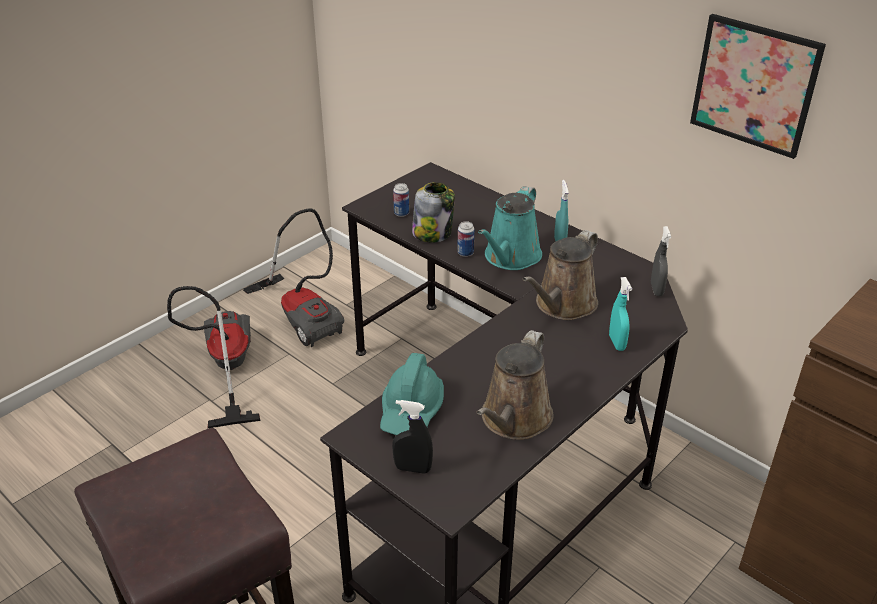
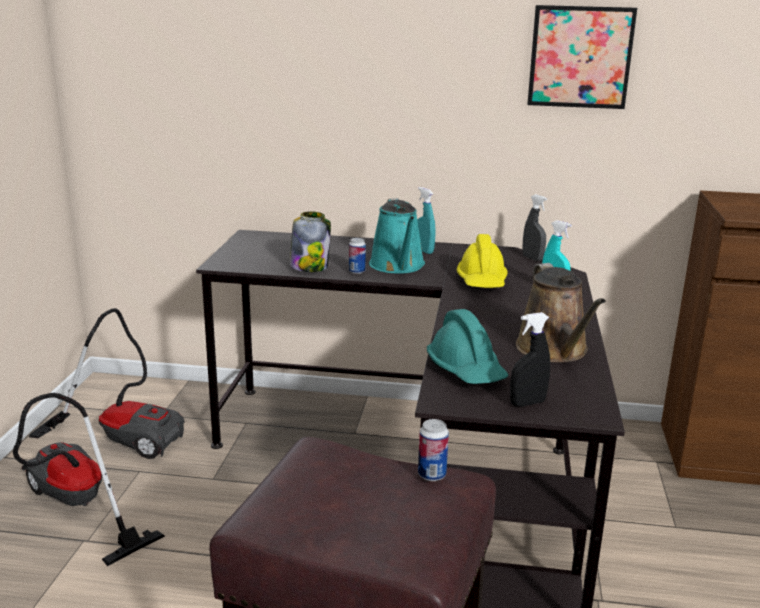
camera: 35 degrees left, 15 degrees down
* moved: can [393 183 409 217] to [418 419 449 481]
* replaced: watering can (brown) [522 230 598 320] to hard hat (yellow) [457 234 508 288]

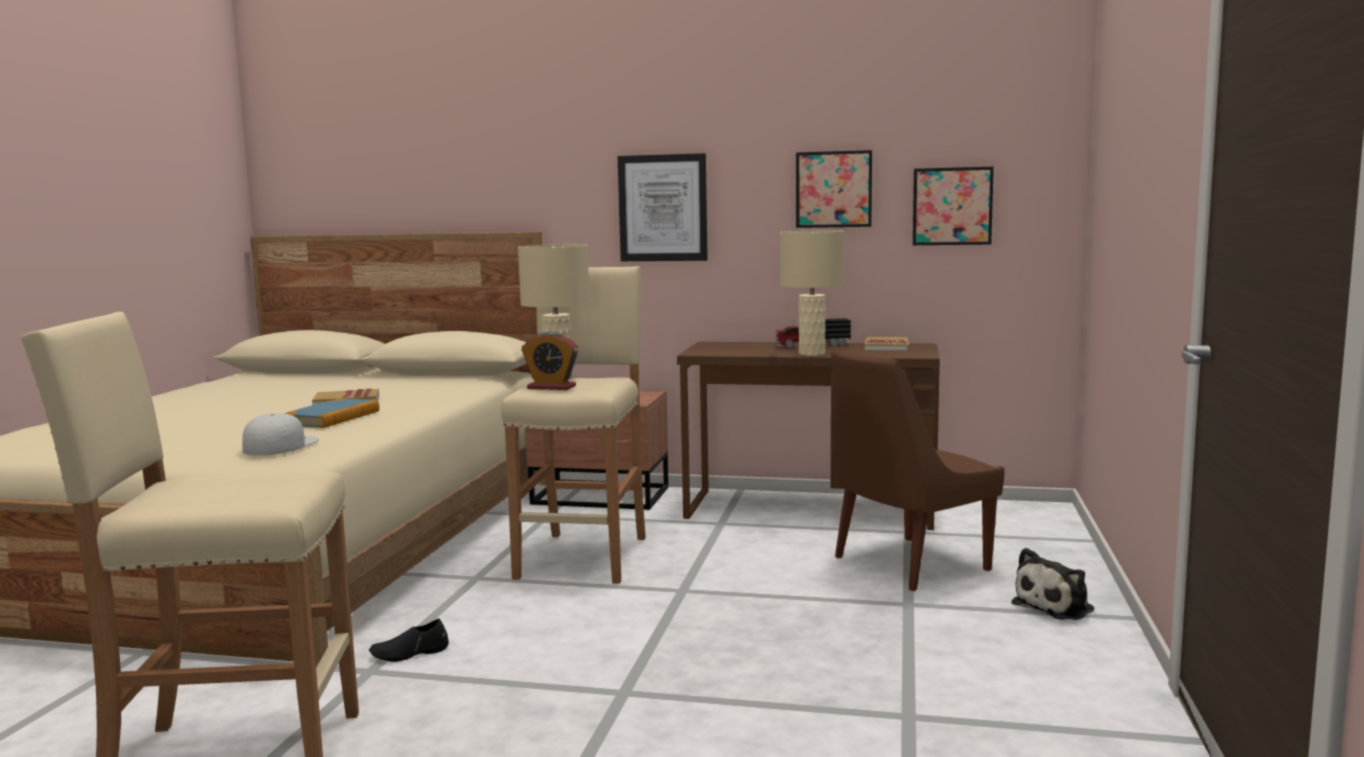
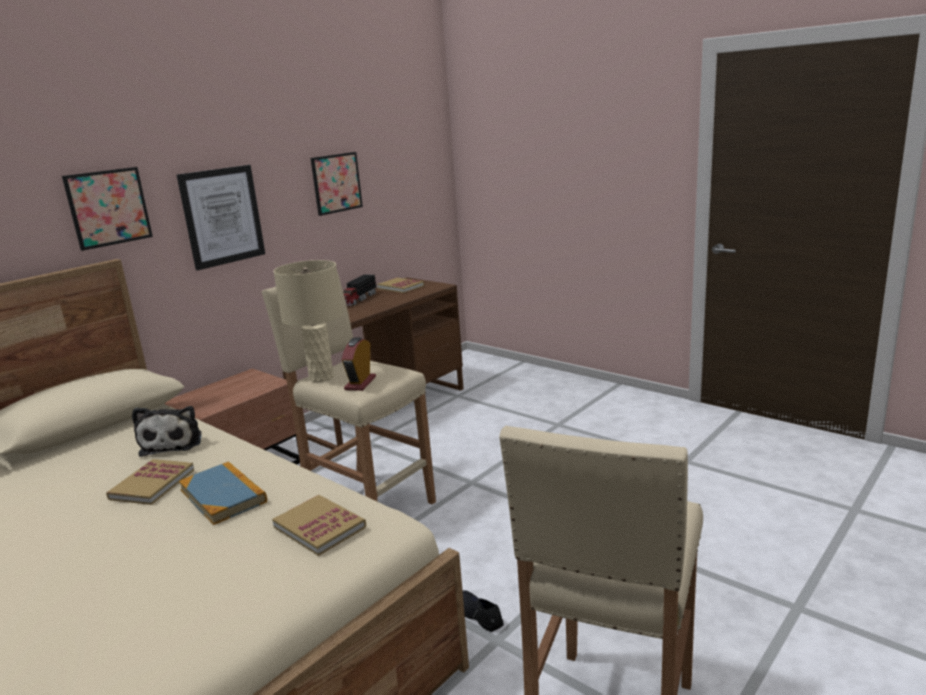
camera: 60 degrees left, 10 degrees up
* replaced: cap (white) [242 413 319 456] to book [272 495 366 556]
* turned: shoe (black) [369 618 449 662] = [463 590 504 632] 135 degrees clockwise
* turned: alarm clock [521 332 579 390] = [342 337 376 391] 150 degrees clockwise
* removed: table lamp (beige) [780 230 844 356]
* removed: chair (brown) [831 349 1005 591]
* moved: picture [913 167 994 245] to [62 167 153 251]
* moved: plush toy [1011 548 1094 620] to [132 406 202 457]

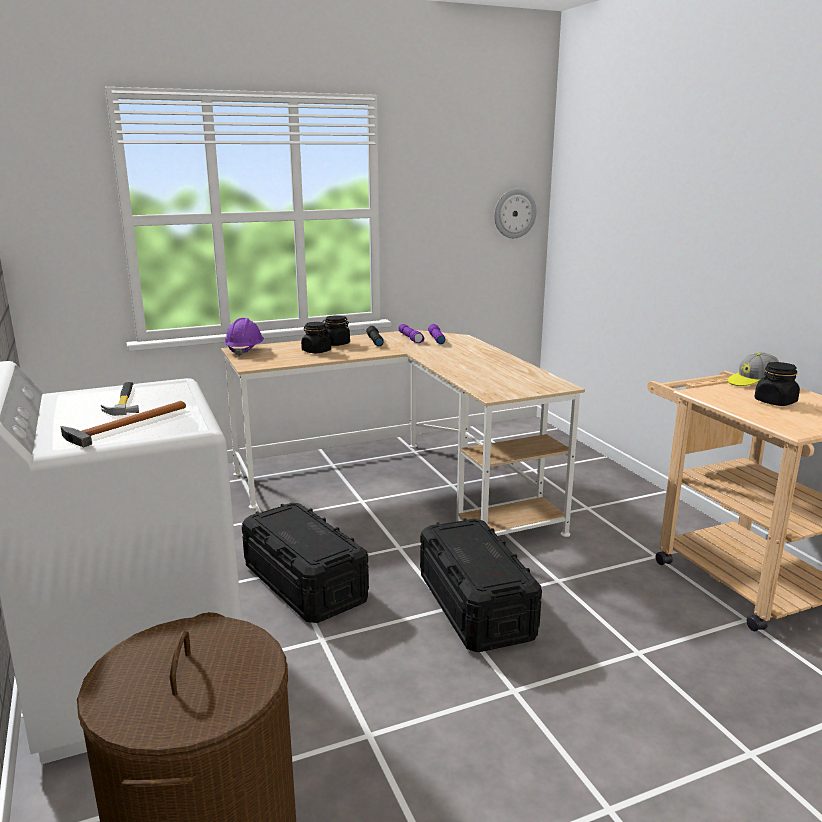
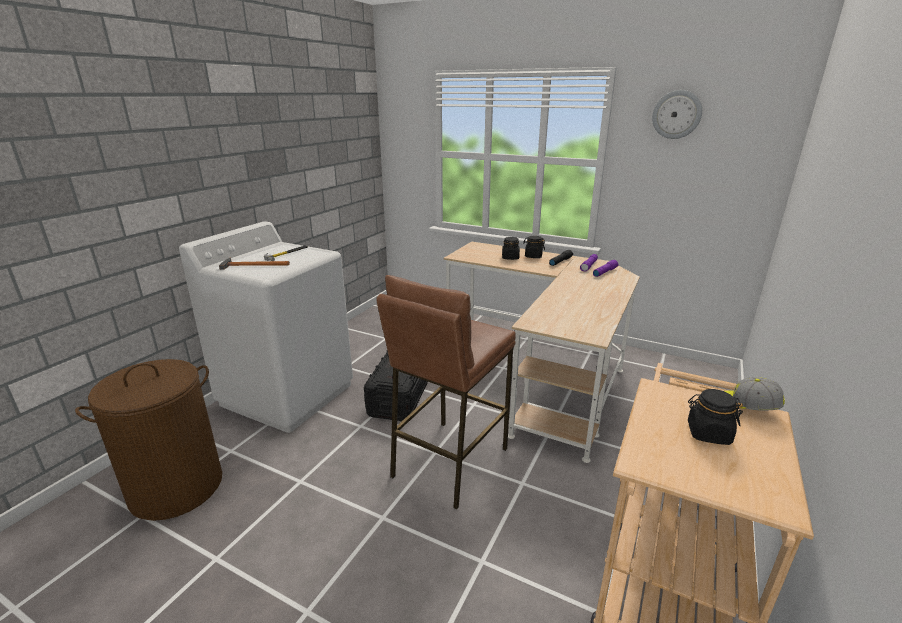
camera: 50 degrees right, 5 degrees up
* removed: hard hat (purple) [224 318 264 357]
* replaced: storage box (black) [420 518 542 652] to stool (brown) [376 275 516 510]
* moved: wall clock [494 189 536 238] to [652 90 702 139]

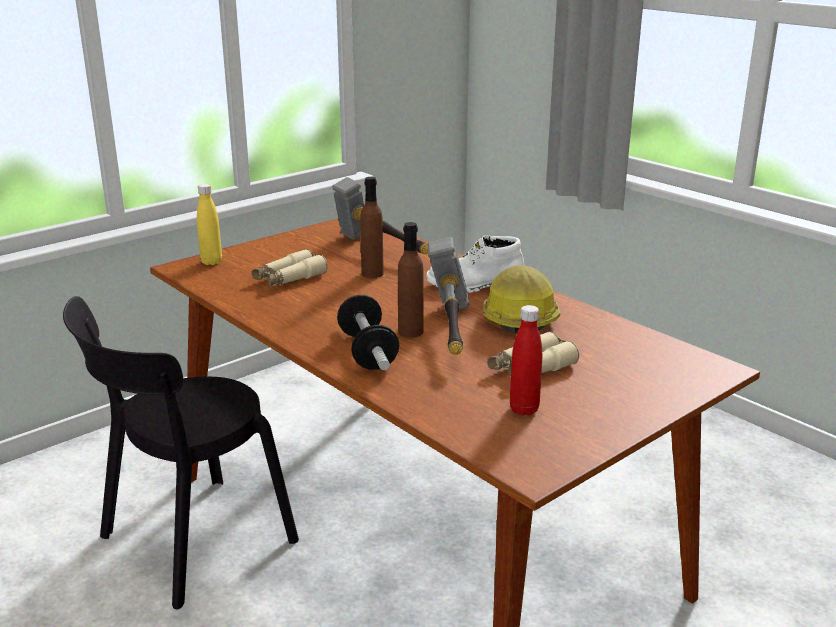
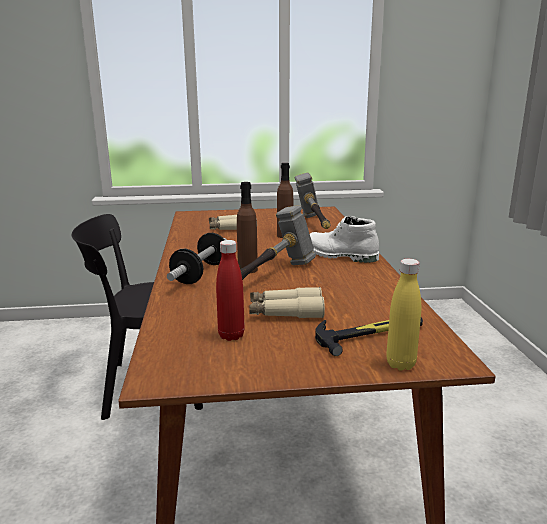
camera: 35 degrees right, 5 degrees down
* moved: bottle (yellow) [197 184 222 265] to [386 259 421 371]
* removed: hard hat [483 265 560 334]
* added: hammer [315 317 423 356]

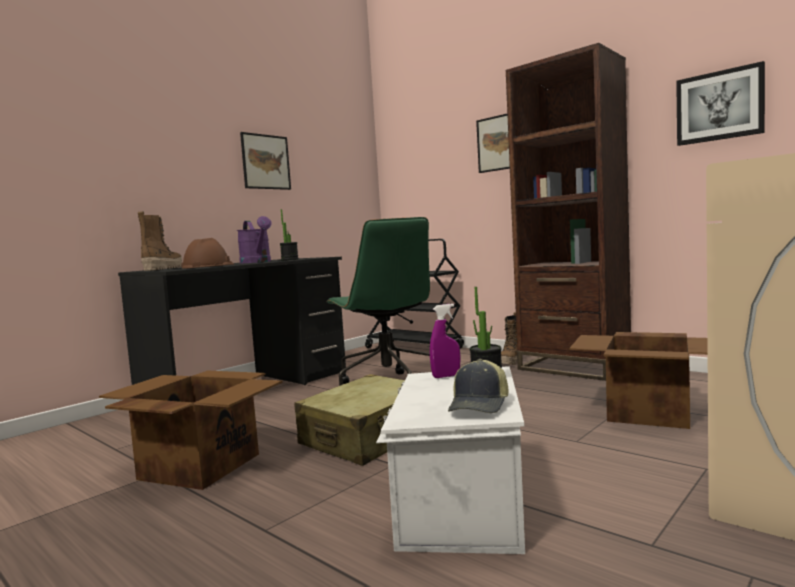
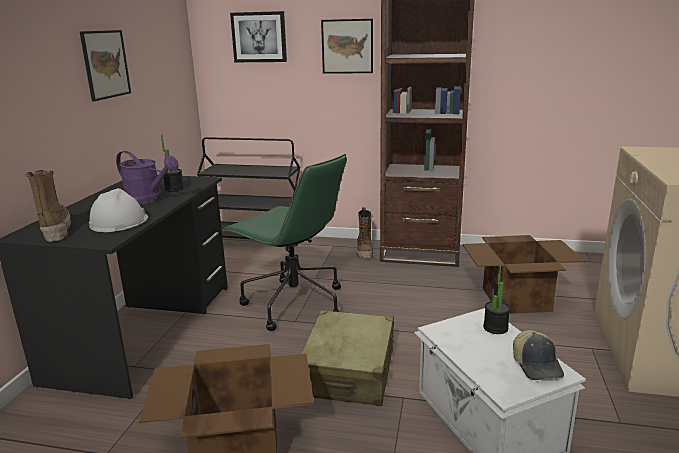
camera: 30 degrees left, 15 degrees up
* recoloured: hard hat (brown) [181 238 235 269] to hard hat (white) [89 188 148 232]
* removed: spray bottle (purple) [430 304 460 378]
* moved: picture [676 61 765 146] to [230 11 287 62]

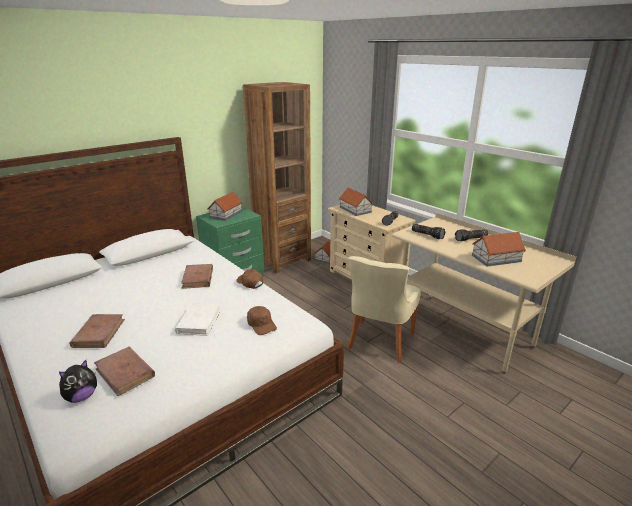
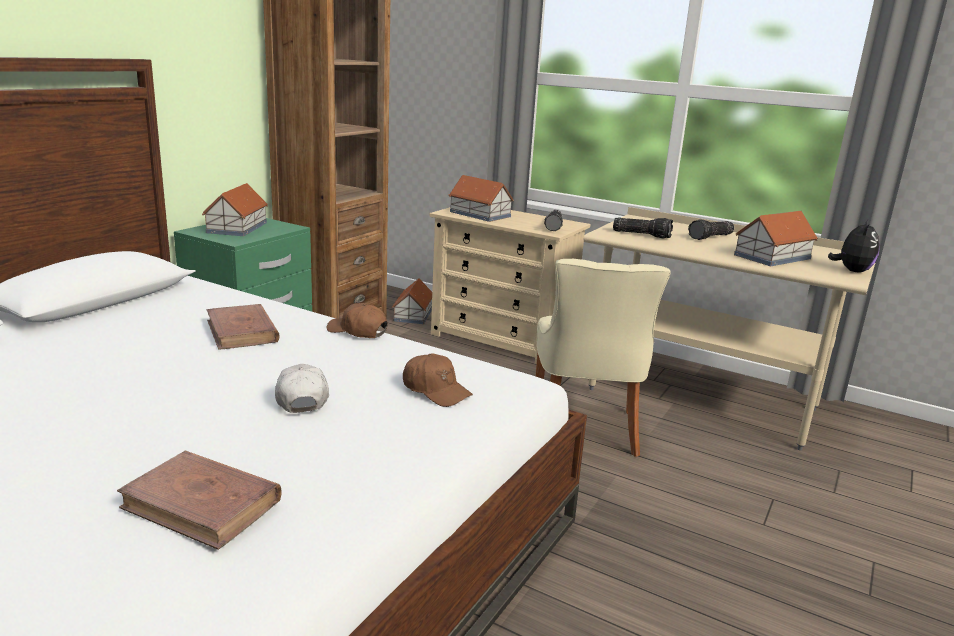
camera: 20 degrees left, 5 degrees down
* moved: plush toy [59 360 97 403] to [828 220 880 273]
* removed: book (brown) [69 314 125 348]
* replaced: book (white) [175 303 222 336] to cap (white) [275 364 329 413]

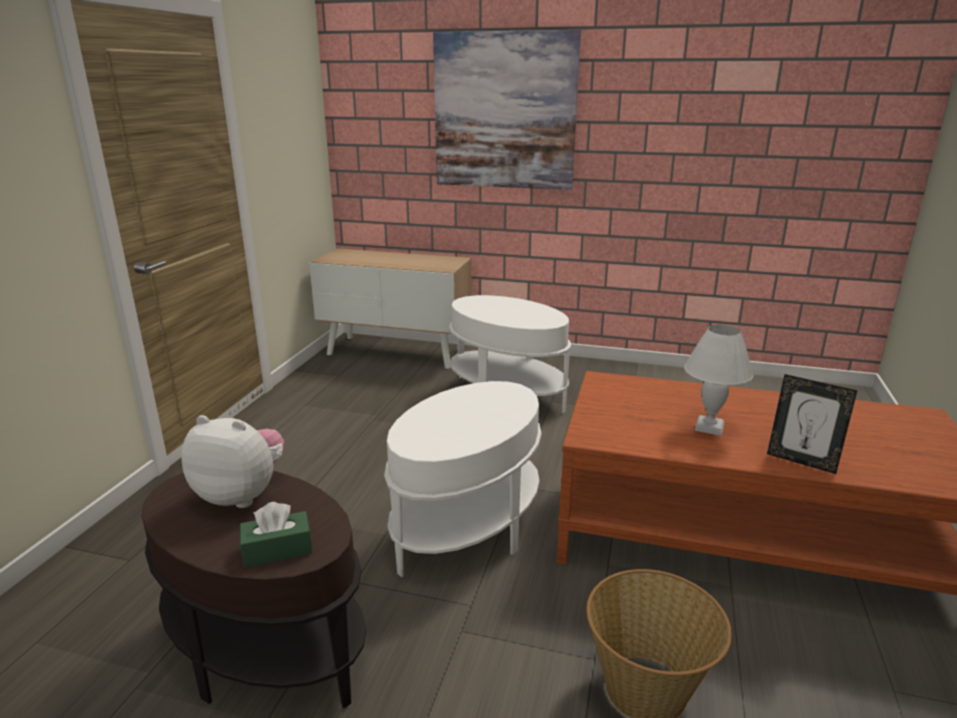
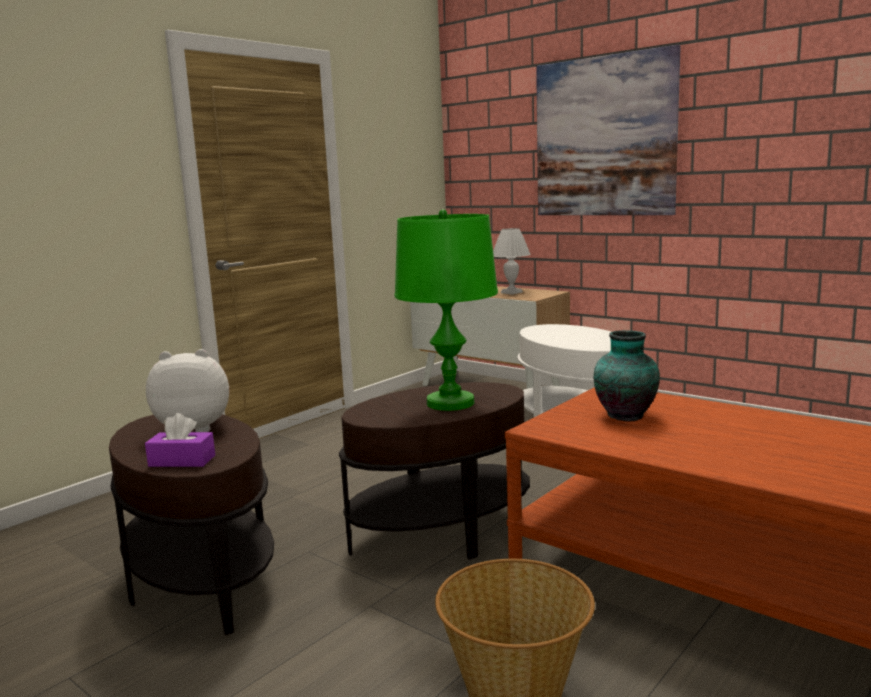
camera: 25 degrees right, 10 degrees down
* turned: plush toy [181 415 285 508] = [146 349 229 432] 45 degrees counterclockwise
* recoloured: tissue box (green) [240 502 312 567] to tissue box (purple) [145 413 215 467]
* recoloured: side table (white) [384 381 541 577] to side table (brown) [339 382 530 560]
* moved: table lamp (white) [684 325 753 436] to [493 228 531 294]
* removed: picture frame [767 374 858 474]
* added: table lamp (green) [395 209 498 411]
* added: vase [594 330 660 421]

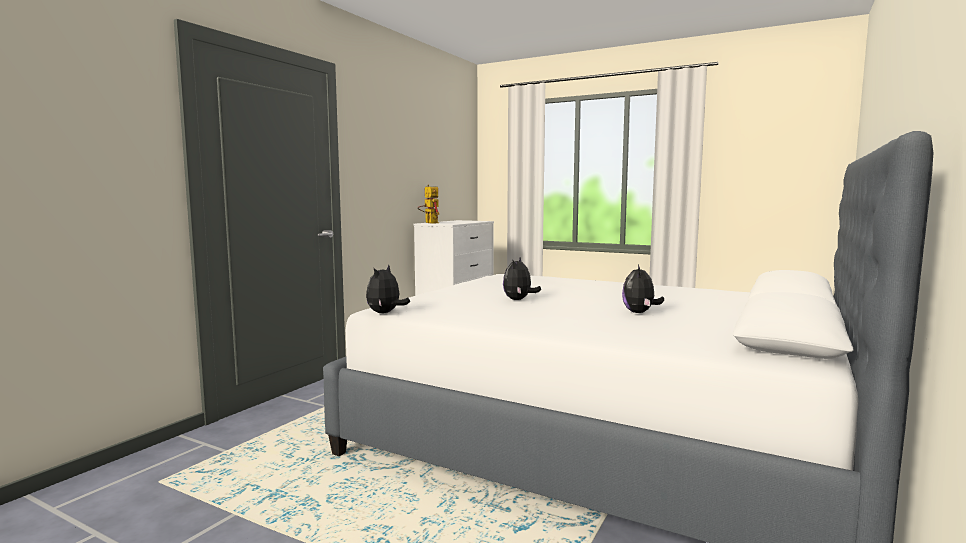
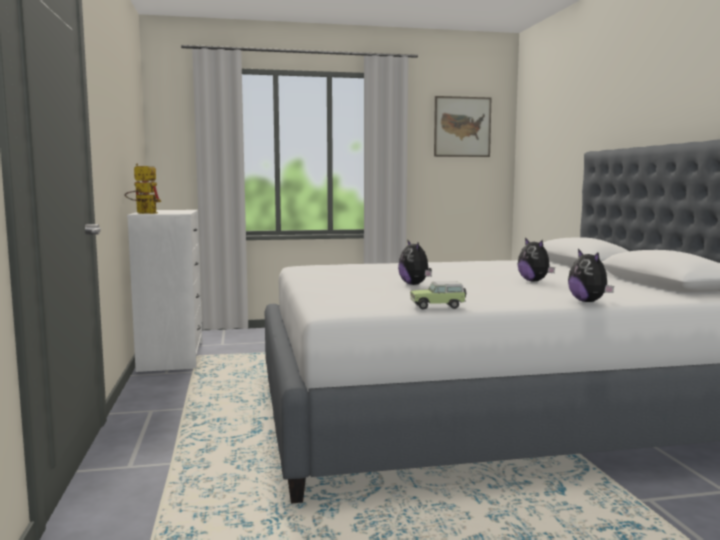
camera: 40 degrees left, 0 degrees up
* moved: plush toy [366 265 410 313] to [568 249 614 302]
* added: toy car [410 281 466 310]
* added: picture [434 96 491 157]

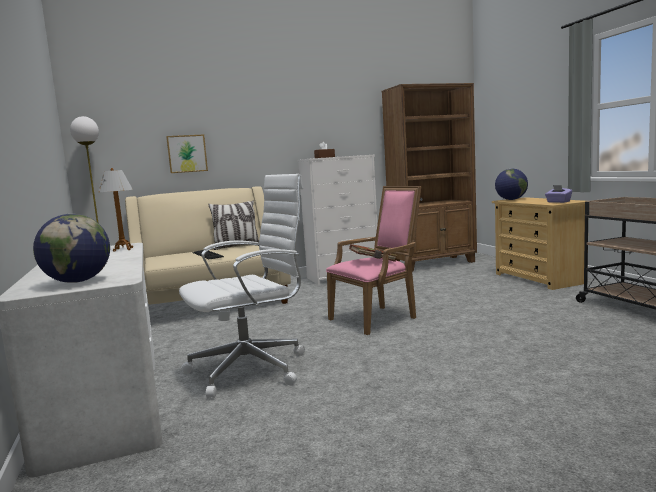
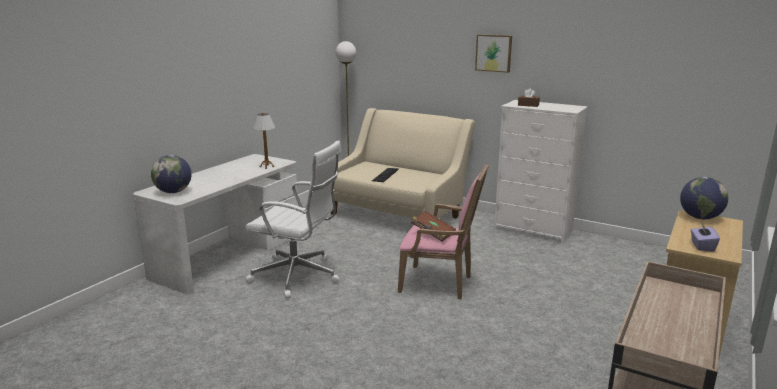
camera: 50 degrees right, 10 degrees up
* moved: picture [166 134 208 173] to [475 34 512 73]
* removed: pillow [208 200 259 250]
* removed: bookcase (brown) [382 83 477 272]

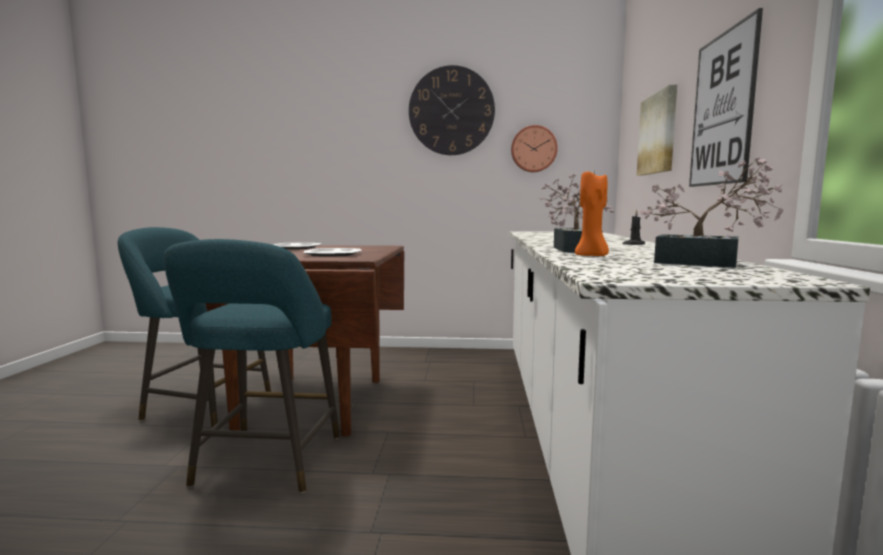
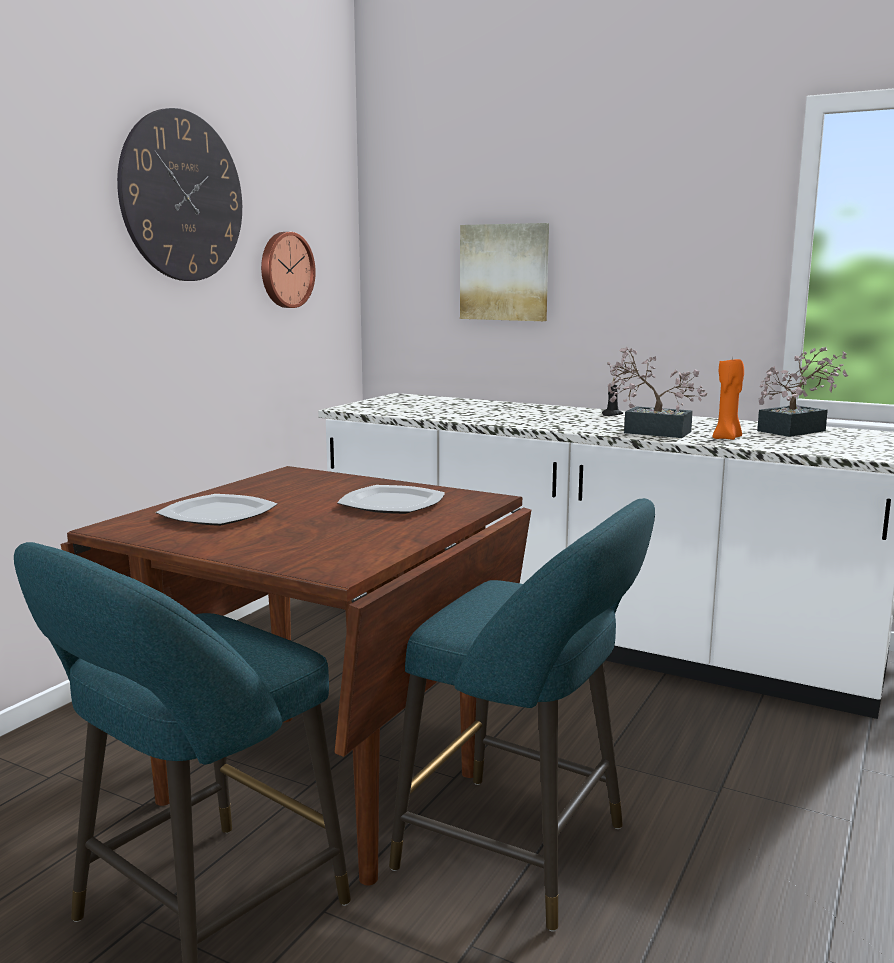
camera: 65 degrees left, 5 degrees up
* removed: picture [689 8 763 187]

